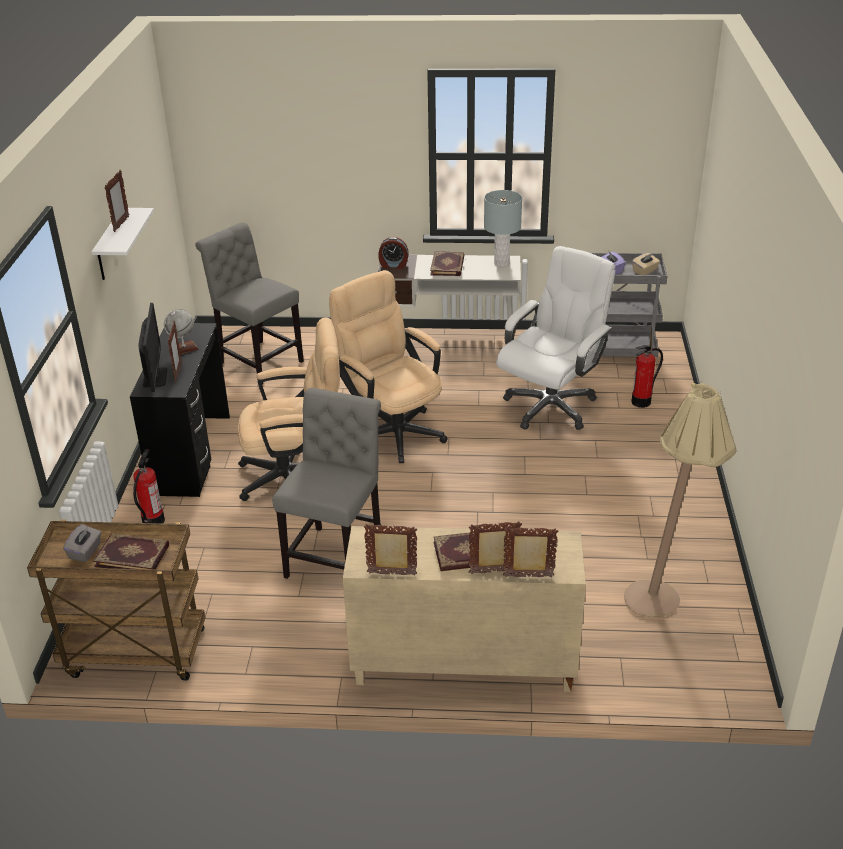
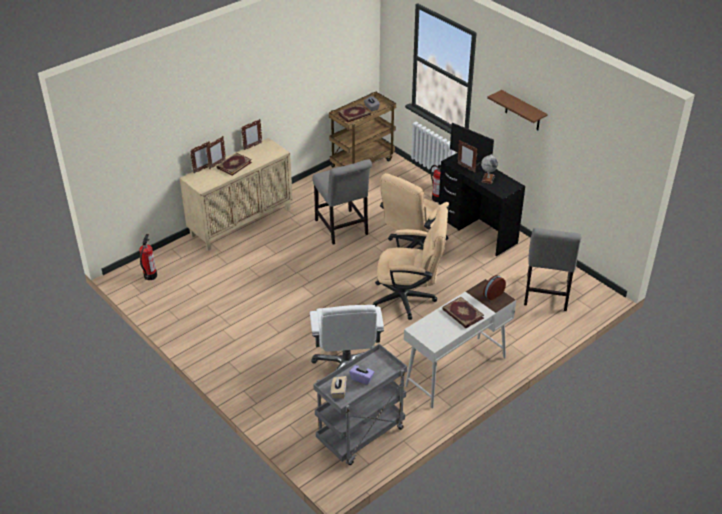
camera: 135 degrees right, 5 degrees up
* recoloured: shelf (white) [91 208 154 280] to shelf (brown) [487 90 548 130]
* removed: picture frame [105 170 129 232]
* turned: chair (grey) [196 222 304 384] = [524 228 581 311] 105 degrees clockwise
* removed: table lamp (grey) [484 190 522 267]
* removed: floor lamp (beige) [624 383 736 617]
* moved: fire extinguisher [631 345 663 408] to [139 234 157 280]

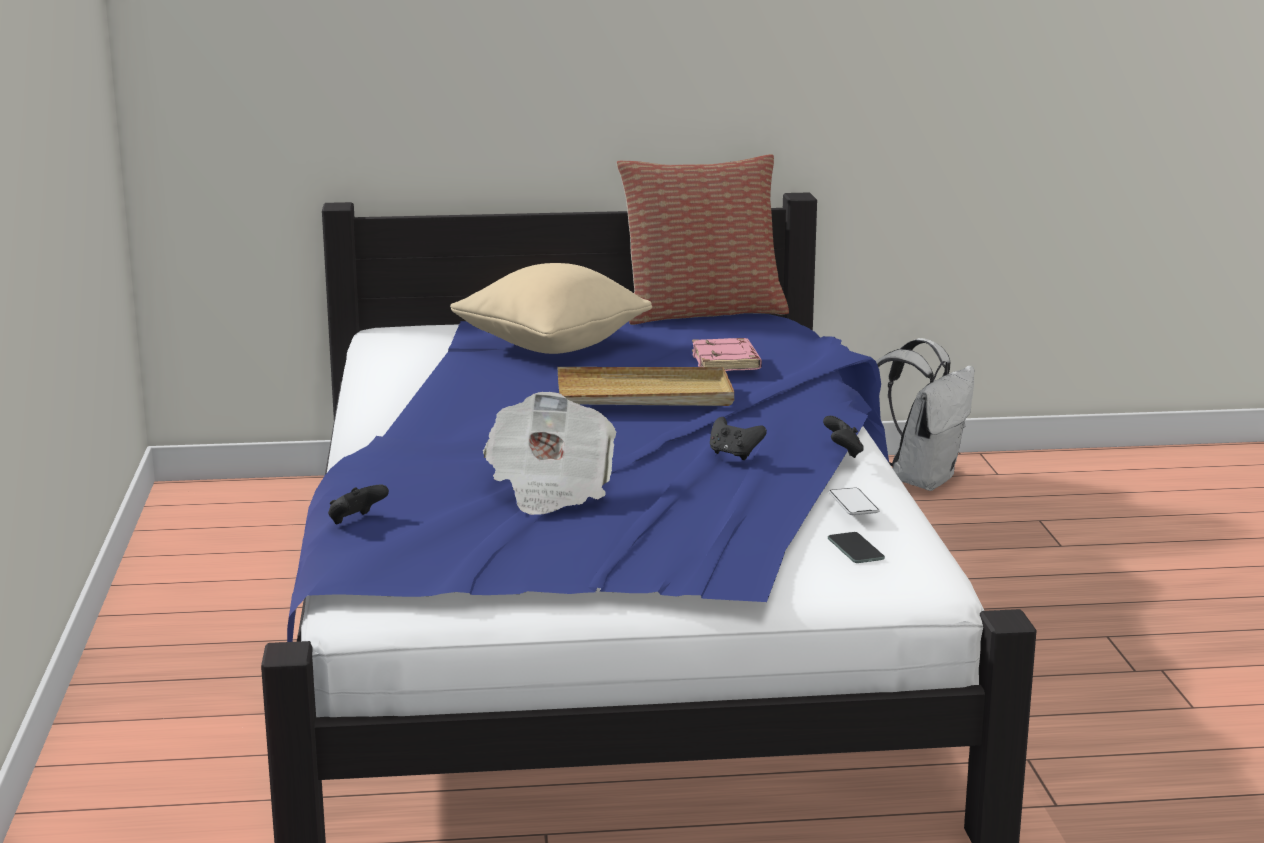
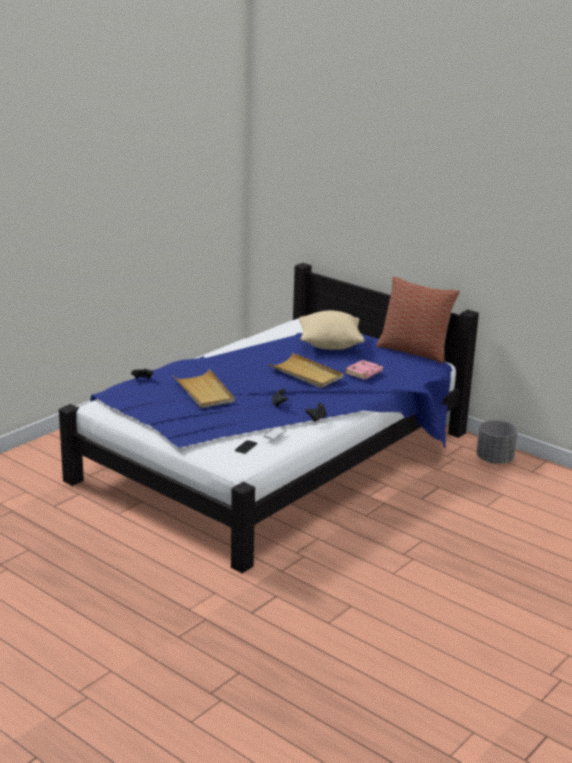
camera: 45 degrees right, 5 degrees up
* replaced: newspaper [483 392 616 515] to tray (beige) [173 369 235 408]
* replaced: backpack (white) [876 338 974 491] to planter (grey) [477 420 517 464]

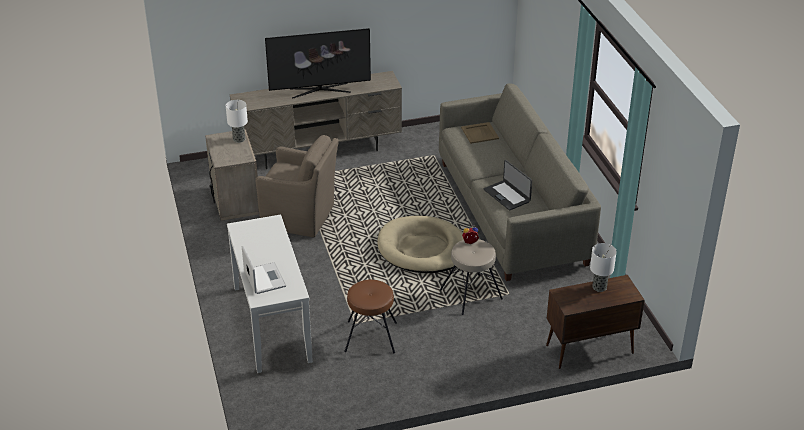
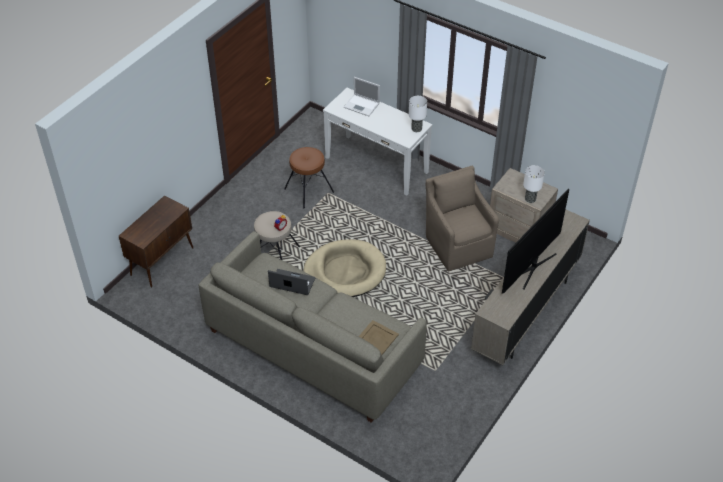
camera: 140 degrees right, 10 degrees up
* turned: armchair (brown) [256 135 339 237] = [426 166 499 271] 90 degrees clockwise
* moved: table lamp [590 243 617 292] to [409 96 427 132]

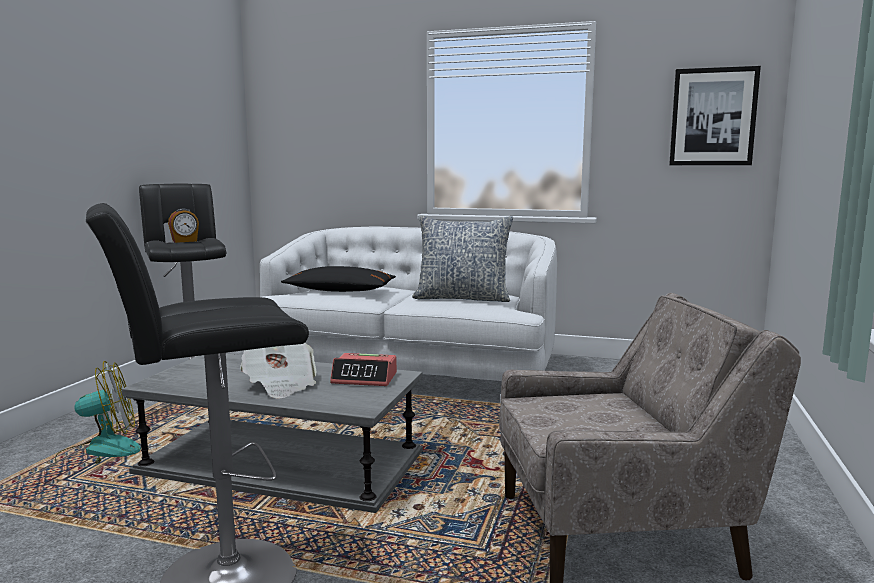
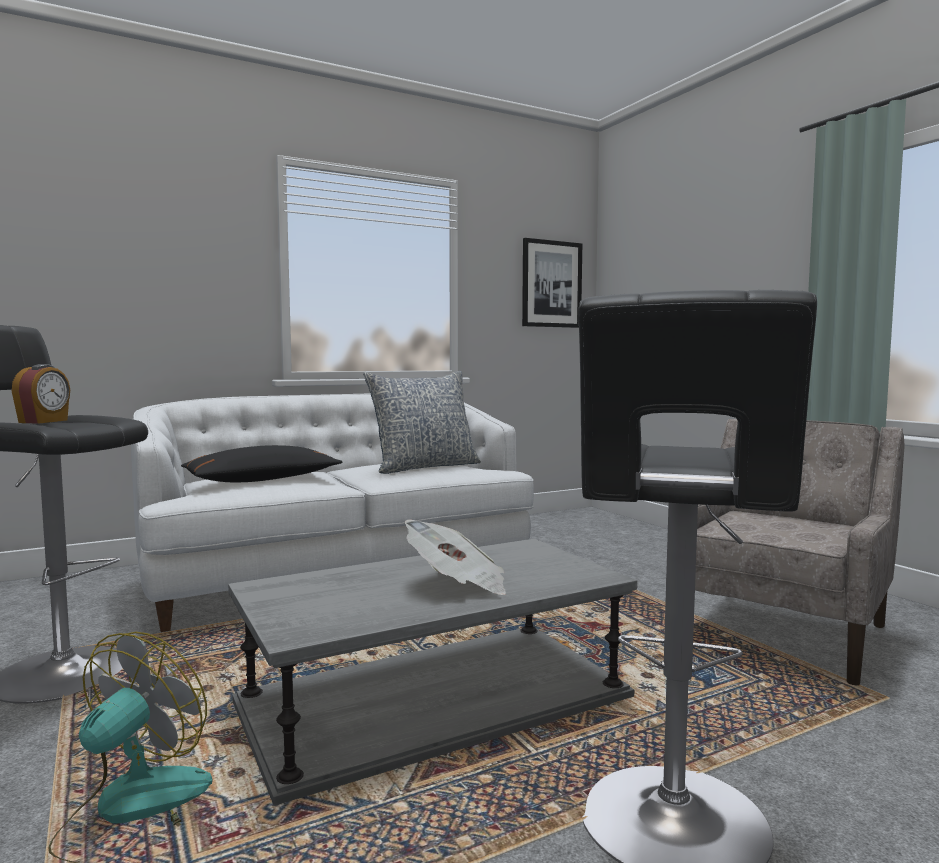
camera: 45 degrees left, 5 degrees down
* removed: alarm clock [330 353 397 386]

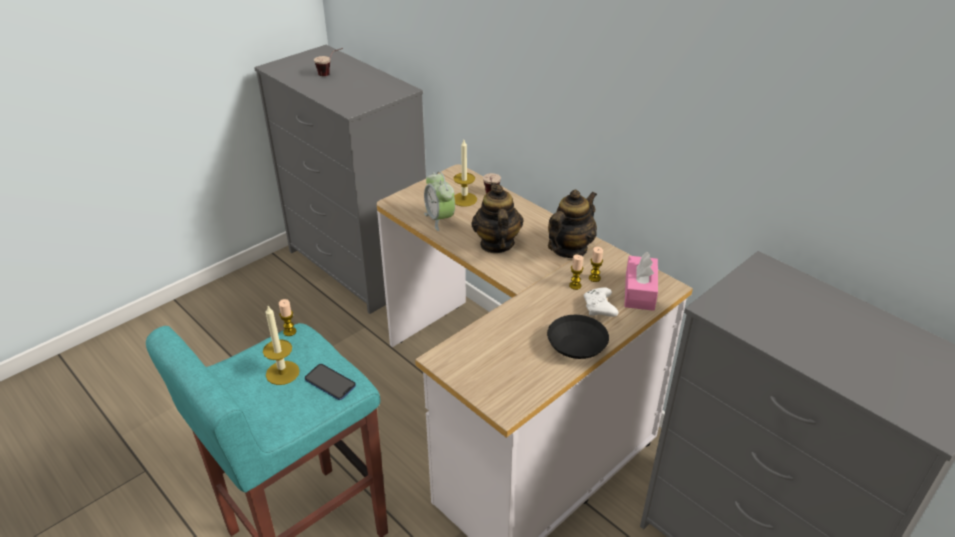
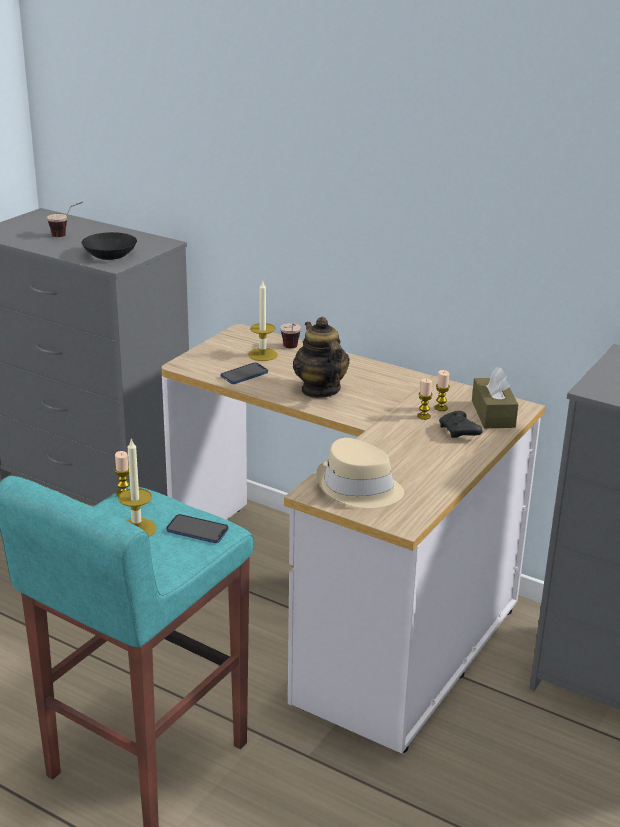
camera: 15 degrees left, 10 degrees down
* replaced: alarm clock [424 171 455 231] to phone [221 362 268 384]
* moved: bowl (black) [547 315 609 359] to [82 232 137 260]
* removed: teapot [548 190 597 258]
* recoloured: game controller (white) [584 287 618 317] to game controller (black) [439 411 482 438]
* recoloured: tissue box (pink) [624 251 658 311] to tissue box (brown) [472 367 518 428]
* added: hat (beige) [316 438 404 508]

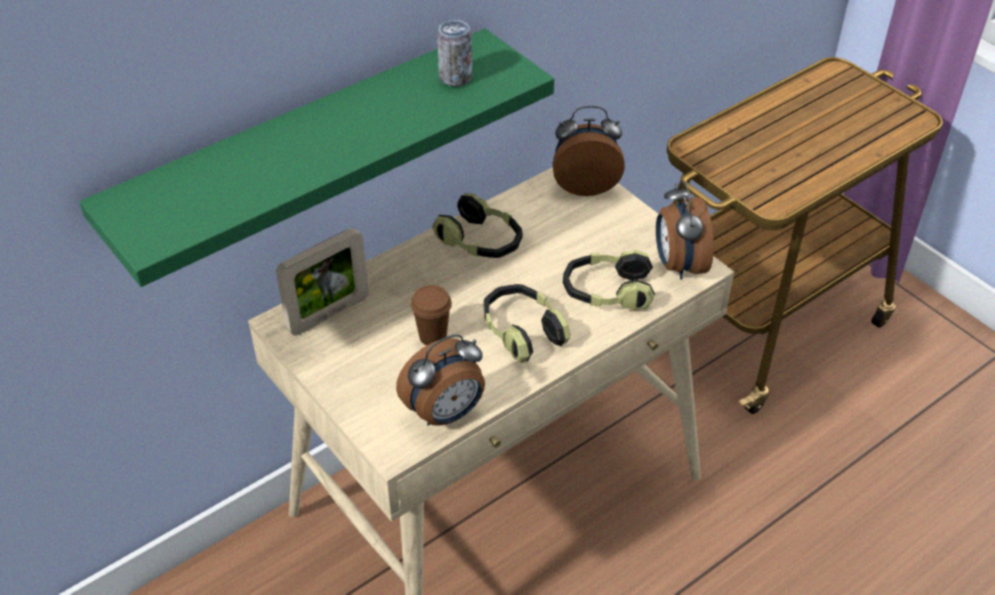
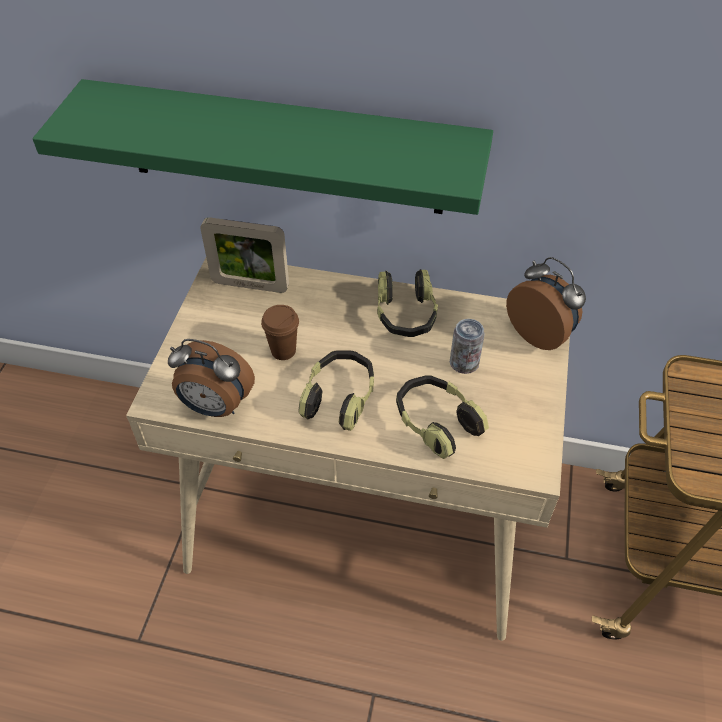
camera: 50 degrees right, 5 degrees up
* moved: can [437 20 472 87] to [450 319 485 374]
* removed: alarm clock [656 181 714 280]

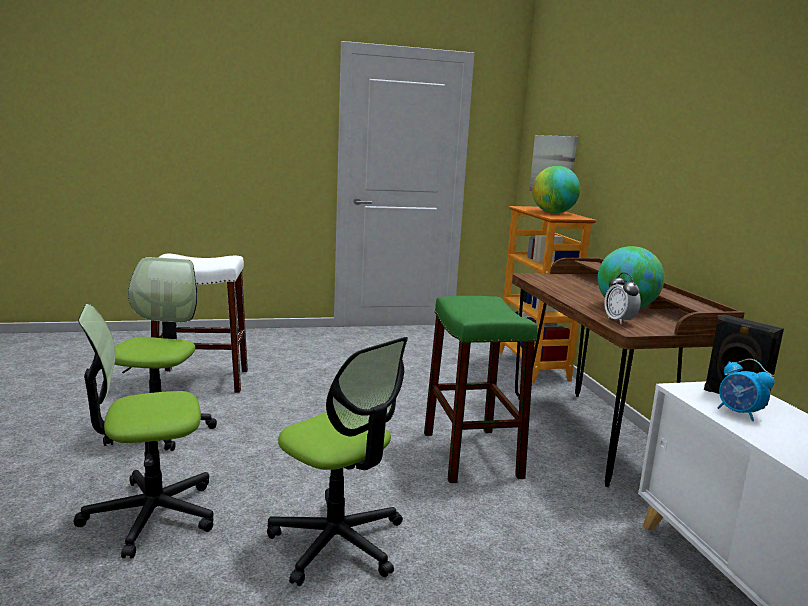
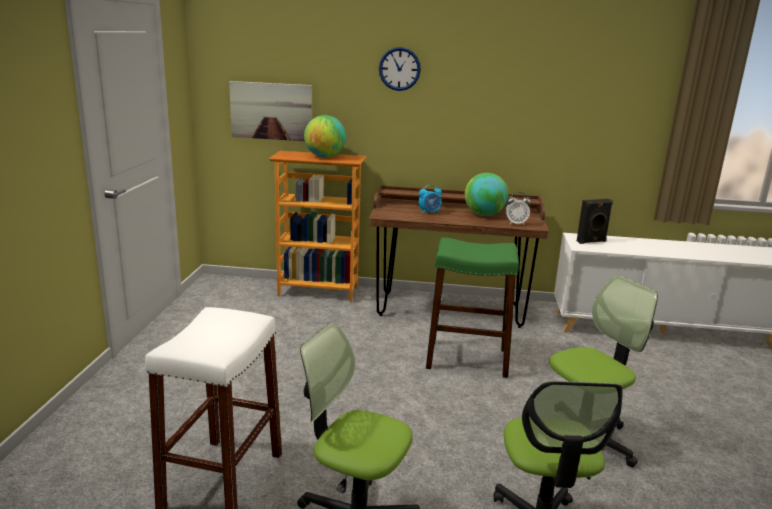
camera: 70 degrees left, 5 degrees up
* moved: alarm clock [718 359 775 421] to [419 184 442 214]
* added: wall clock [379 47 421 91]

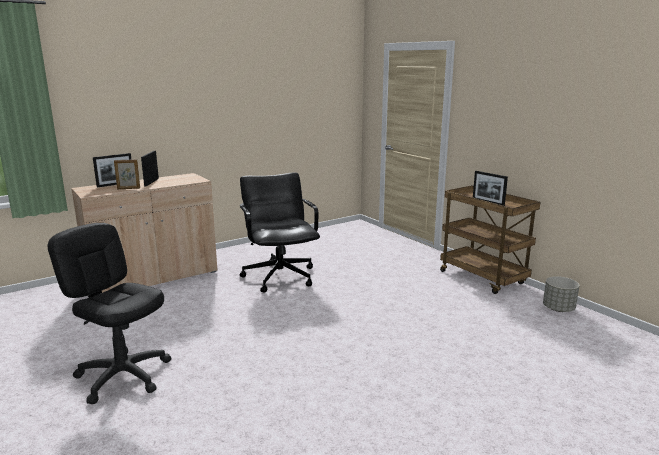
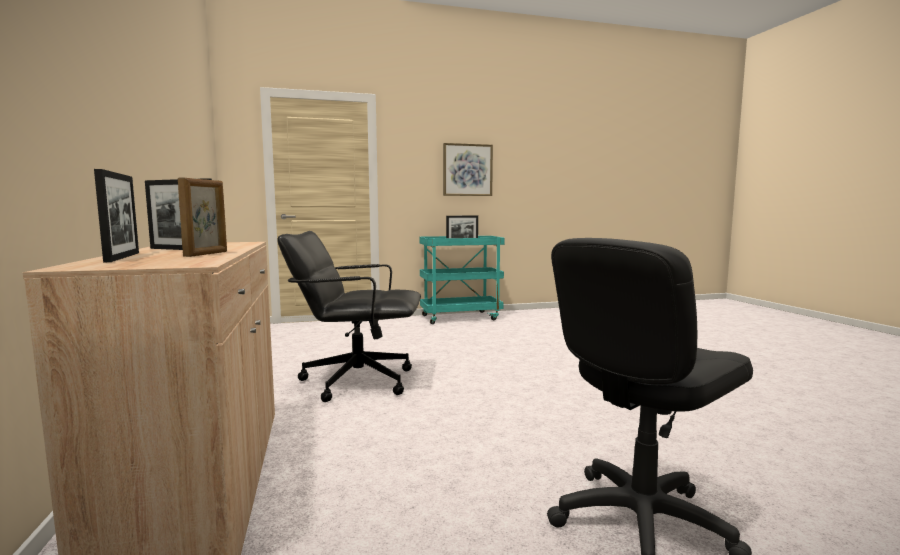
camera: 70 degrees left, 10 degrees down
* recoloured: cart (brown) [440 185 540 294] to cart (turquoise) [419 236 504 324]
* removed: planter (grey) [543 276 580 312]
* added: picture [443 143 493 196]

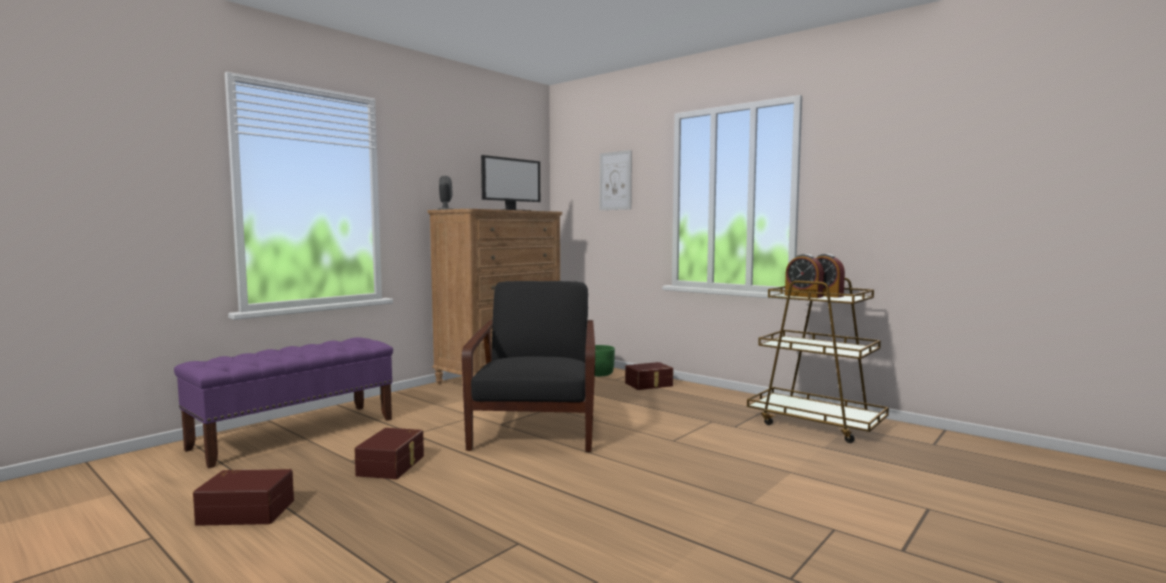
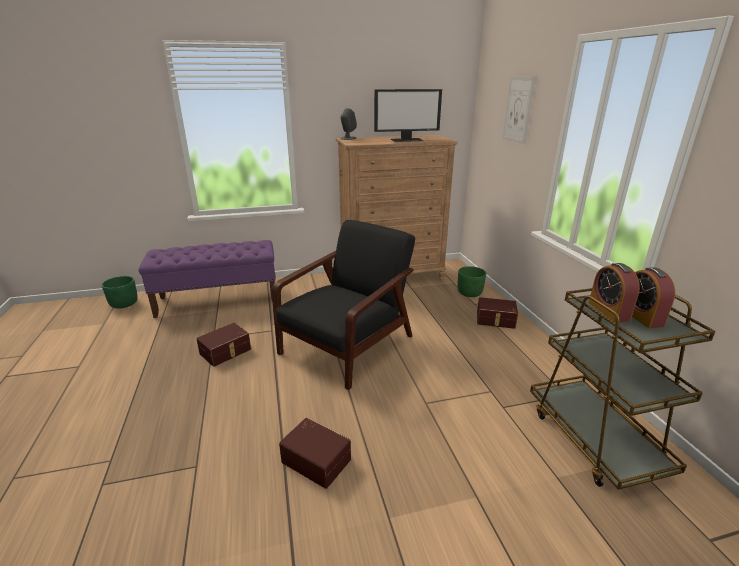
camera: 35 degrees right, 20 degrees up
* moved: storage box (brown) [193 469 294 526] to [279 418 351 489]
* added: planter (green) [101 276 138 309]

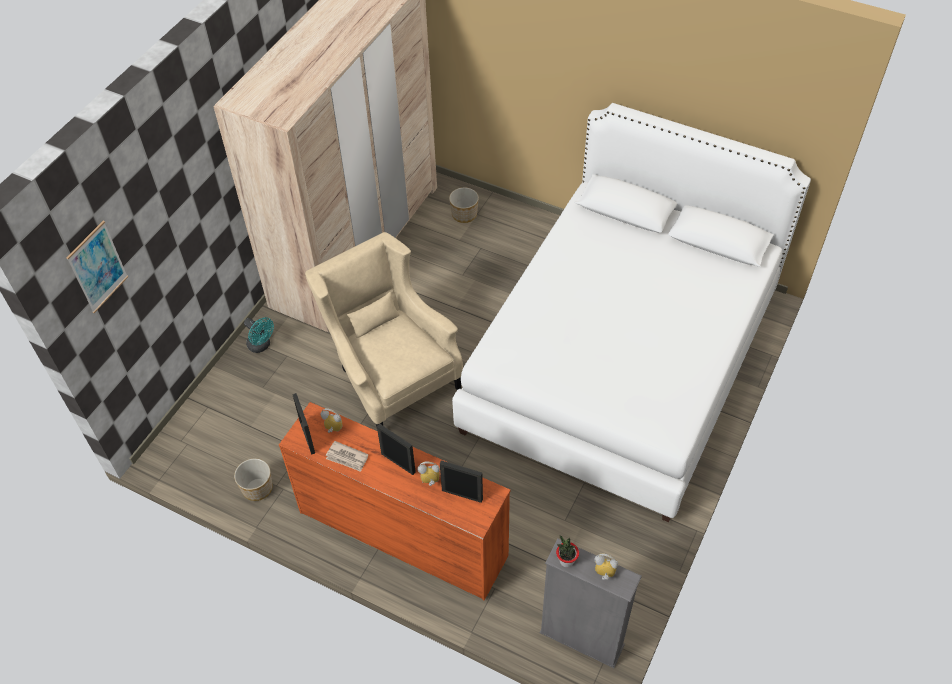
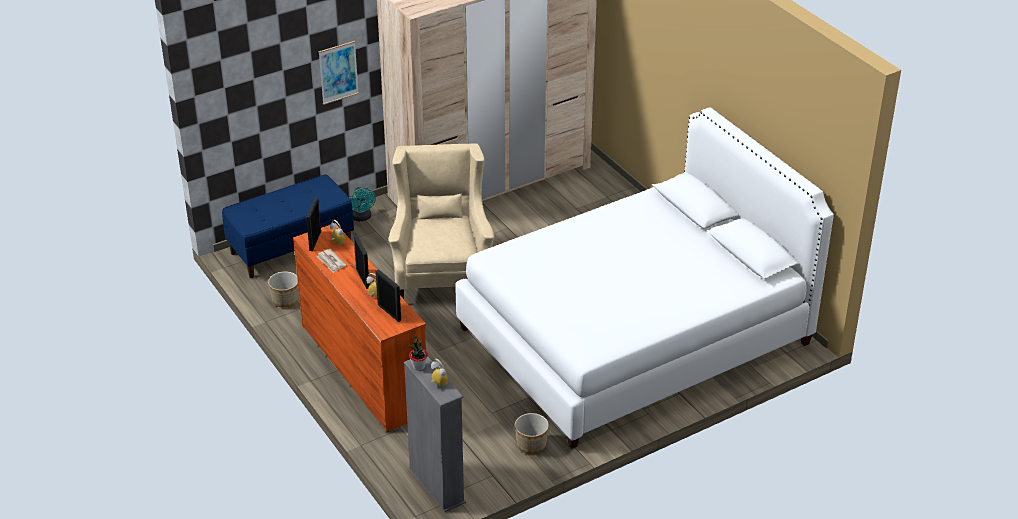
camera: 30 degrees right, 15 degrees down
* moved: picture [66 221 128 313] to [318 41 359 105]
* moved: planter [449 188 479 223] to [515 413 549 454]
* added: bench (blue) [222 174 354 278]

